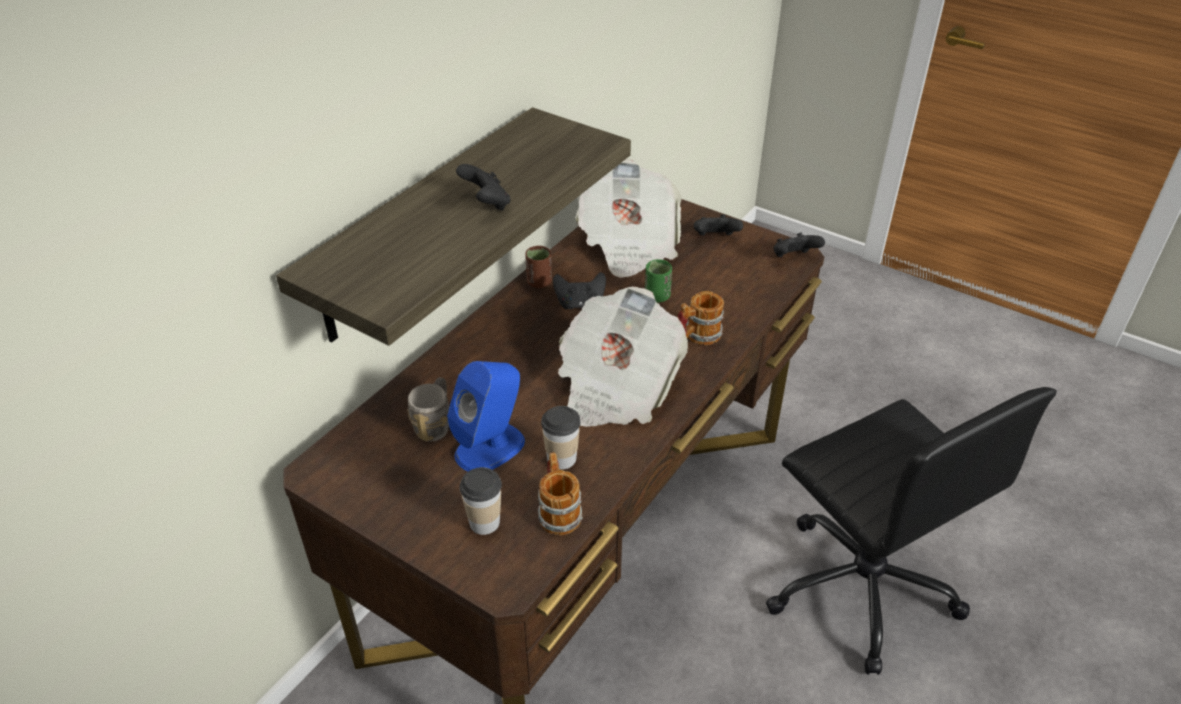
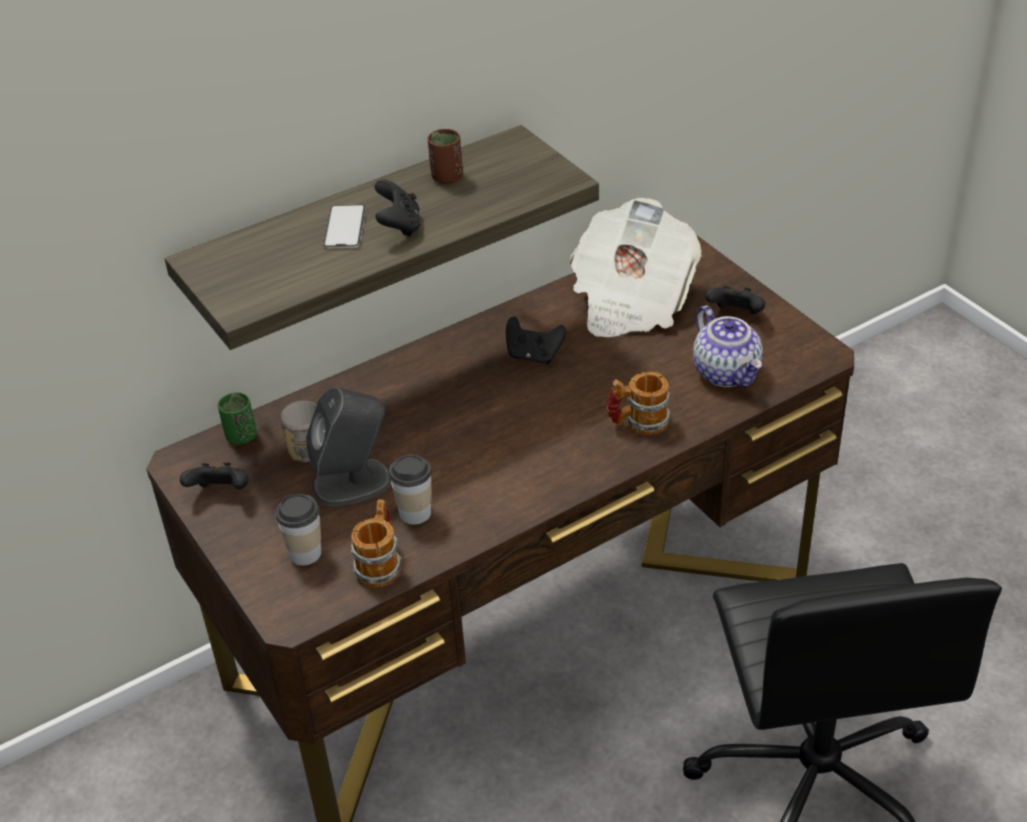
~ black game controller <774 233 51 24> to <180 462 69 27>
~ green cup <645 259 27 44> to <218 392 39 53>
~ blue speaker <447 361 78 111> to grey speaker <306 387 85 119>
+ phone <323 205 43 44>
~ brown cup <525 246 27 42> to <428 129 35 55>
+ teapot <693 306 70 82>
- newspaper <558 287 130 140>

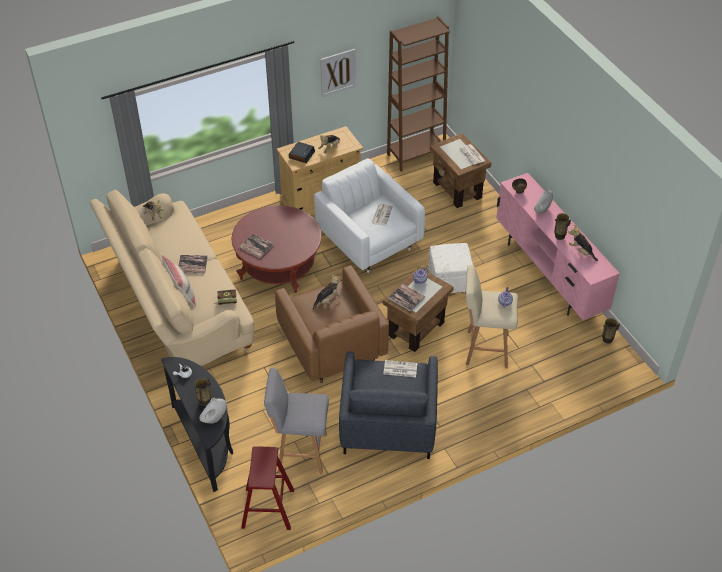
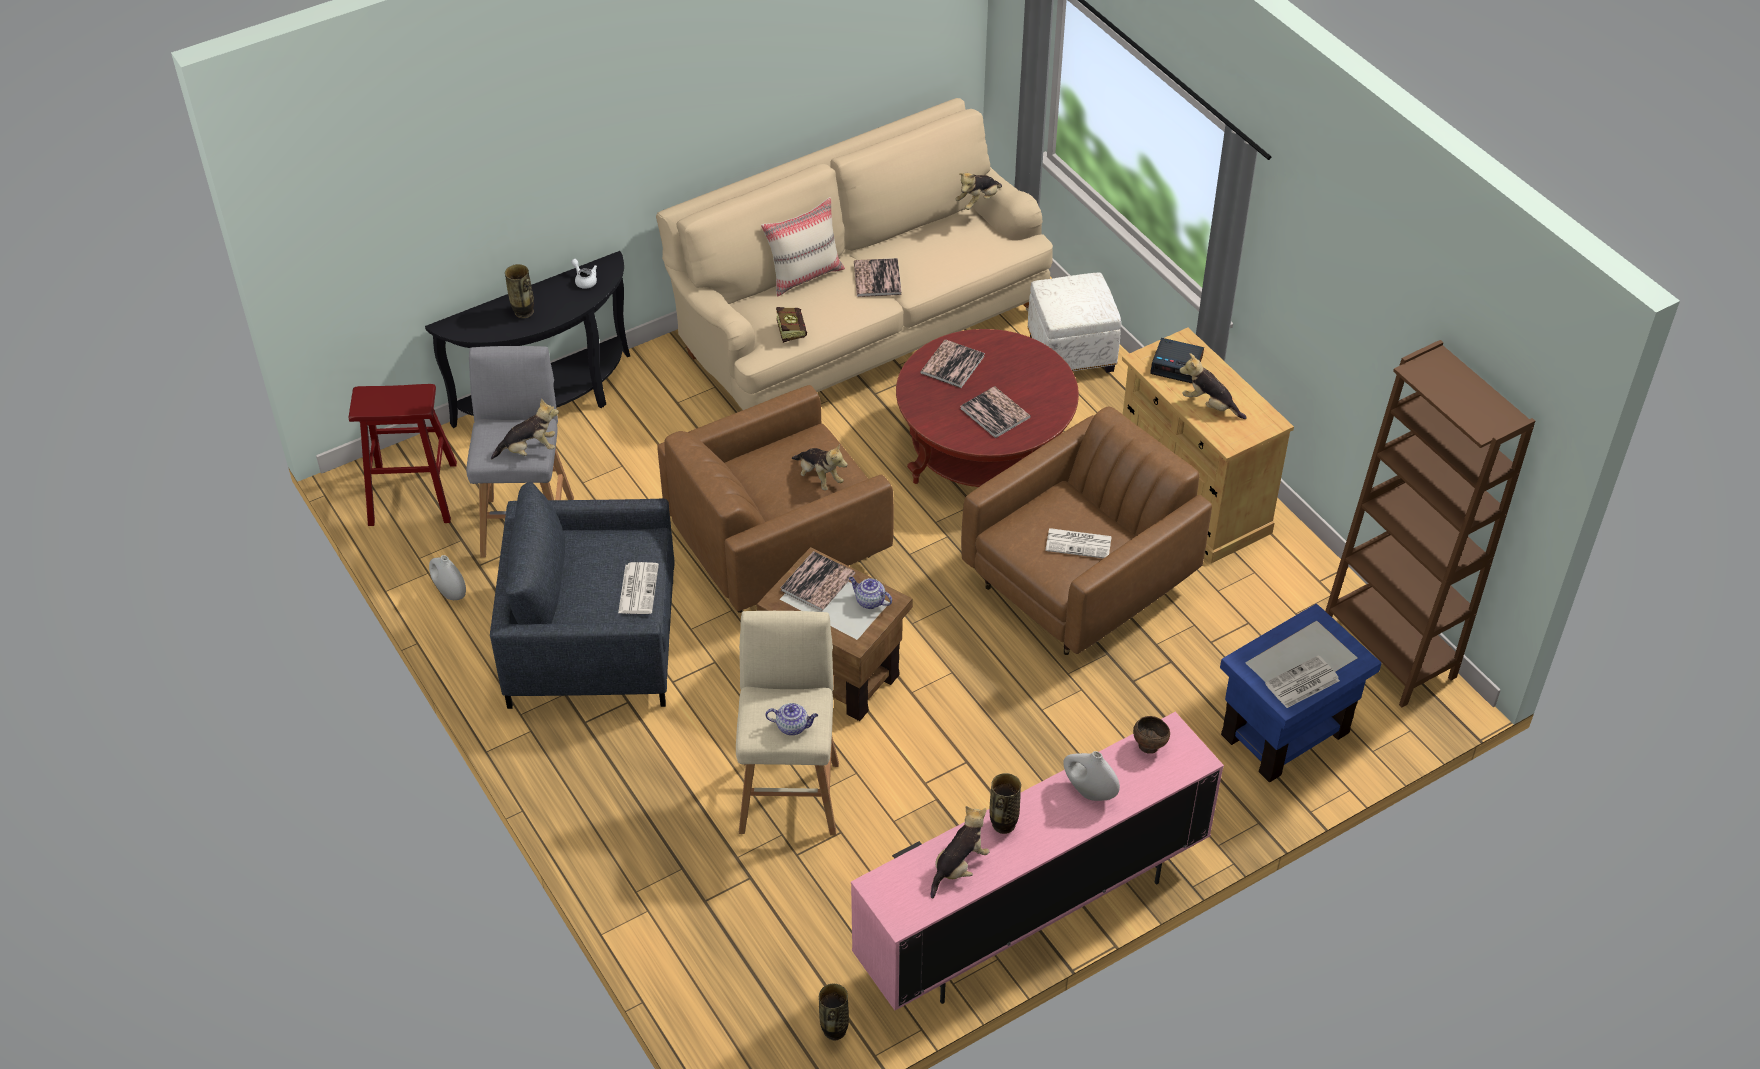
~ white vase <199 398 28 25> to <429 555 37 45>
+ plush toy <491 399 68 60>
+ book <960 386 71 52>
~ white armchair <314 159 111 114> to brown armchair <961 407 251 248>
~ white ottoman <428 243 45 51> to <1027 273 94 100>
~ brown side table <430 133 61 75> to blue side table <1220 604 161 178>
- picture <320 49 36 48>

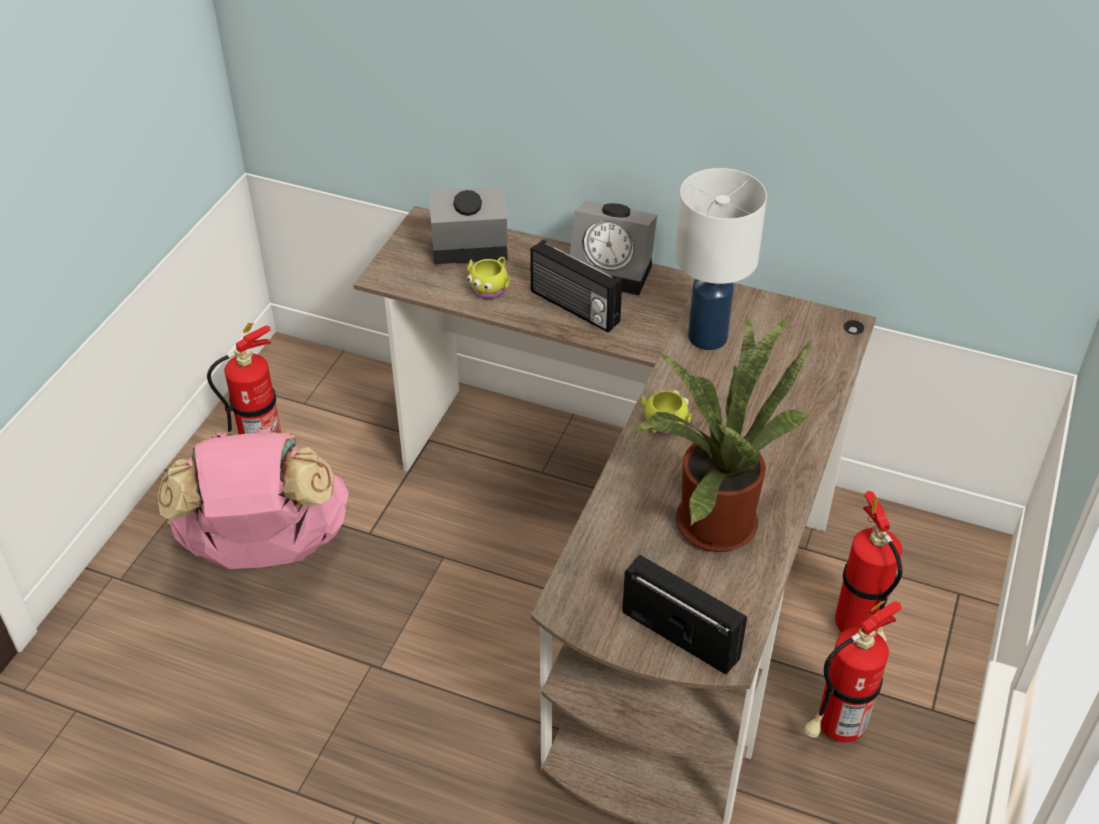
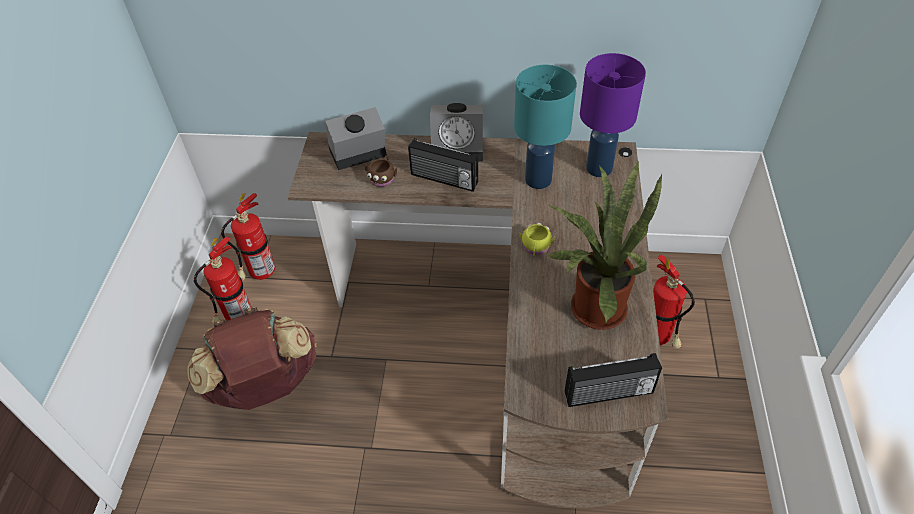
~ pink backpack <158 427 191 142> to brown backpack <187 307 130 103>
~ fire extinguisher <804 601 98 141> to <221 193 54 87>
~ yellow mug <467 257 43 42> to brown mug <365 155 32 32>
~ white table lamp <675 168 92 182> to turquoise table lamp <514 65 63 124>
~ radio <622 554 125 121> = <565 353 97 54> 150 degrees clockwise
+ purple table lamp <580 53 66 124>

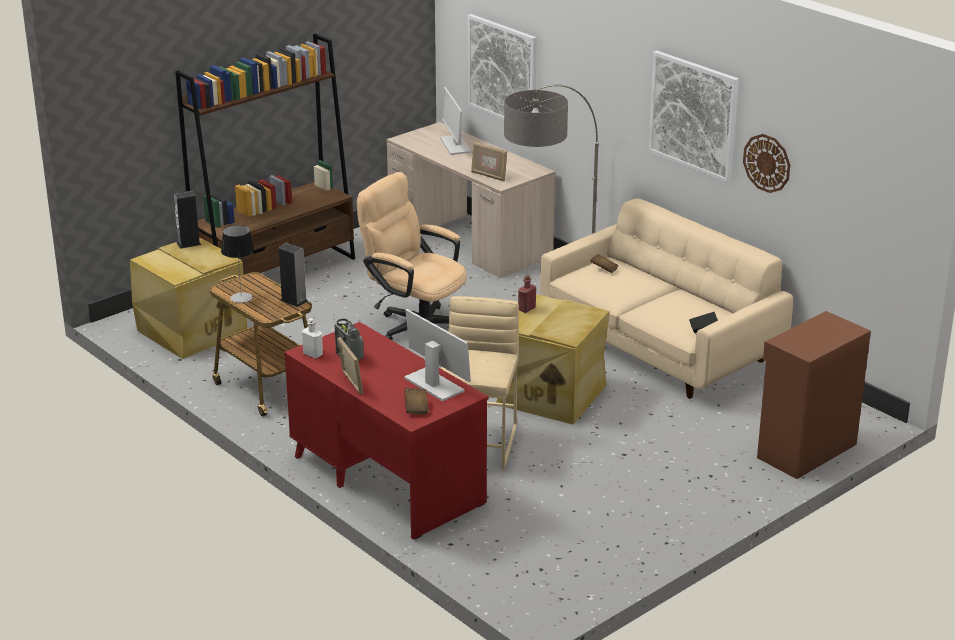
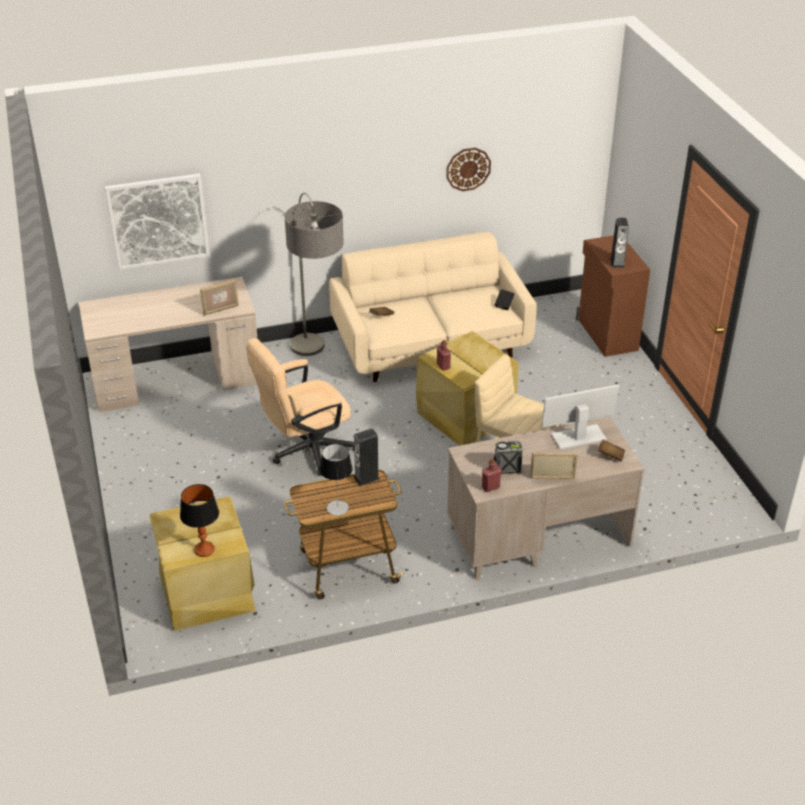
+ table lamp <180 484 39 73>
~ red desk <284 322 205 217> to beige desk <447 417 198 163>
~ white bottle <302 318 21 41> to red bottle <482 459 20 33>
~ speaker <174 191 27 58> to <610 218 19 50>
- brown bookcase <175 34 180 241>
- monitor <440 87 32 68>
- picture <648 51 91 132>

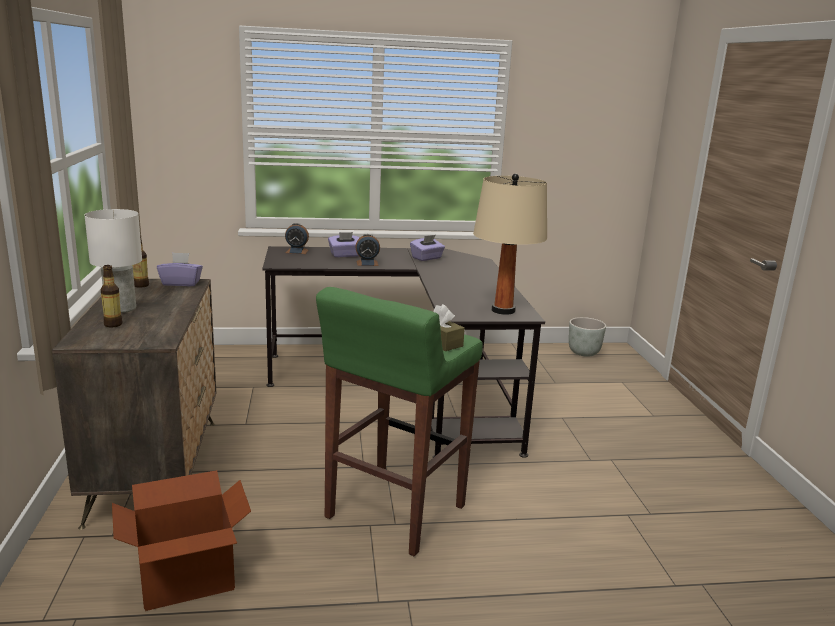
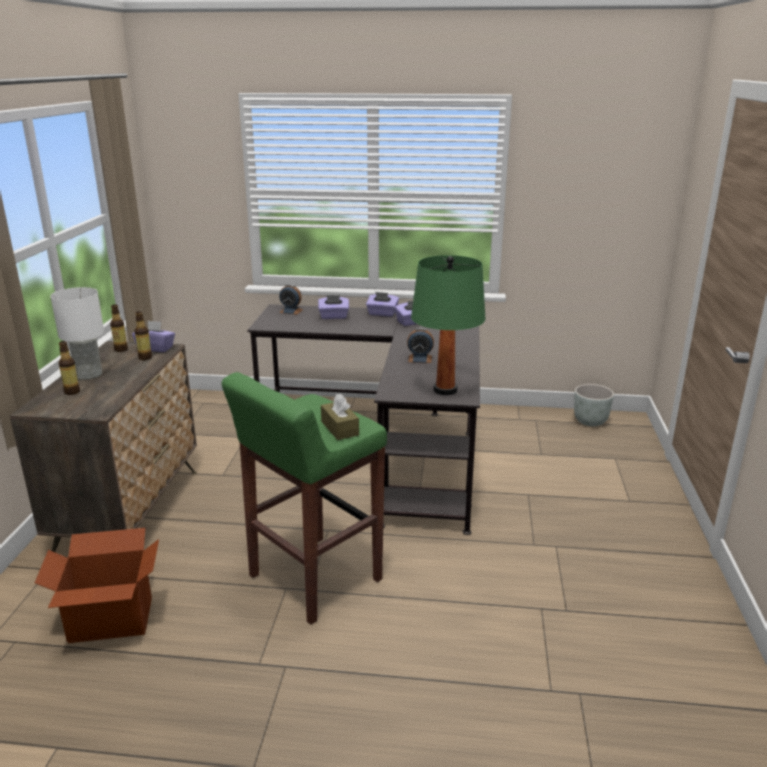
+ bottle <135 311 17 49>
+ purple tissue box <366 292 33 25>
~ alarm clock <355 234 25 32> to <407 328 27 35>
~ beige table lamp <473 174 74 141> to green table lamp <411 255 75 140>

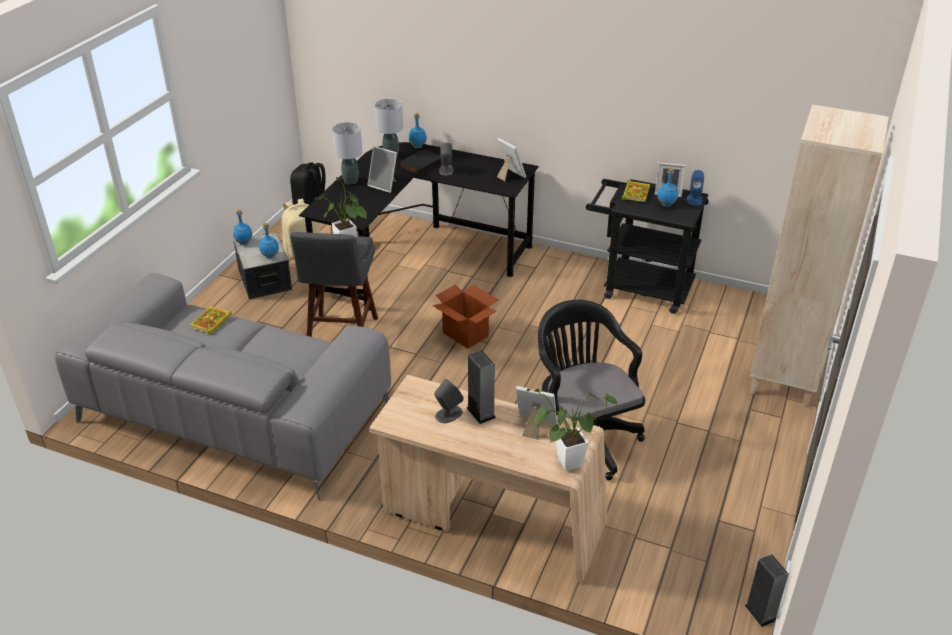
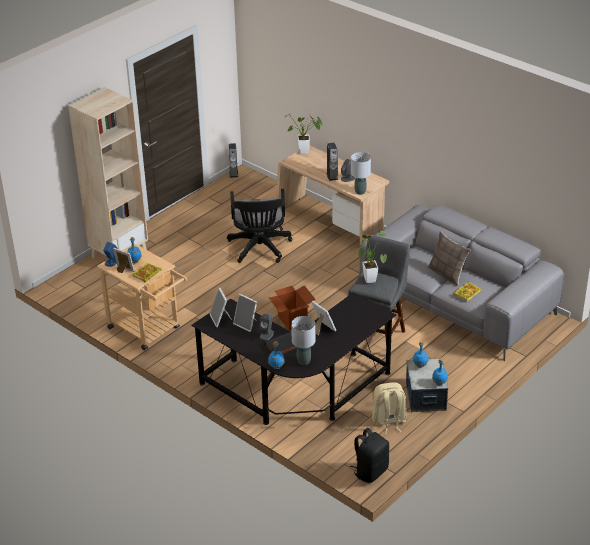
~ black cart <586 179 123 135> to beige cart <97 243 90 107>
~ picture frame <516 386 41 54> to <233 294 24 38>
~ grey table lamp <332 122 30 62> to <351 152 20 43>
+ pillow <428 231 43 55>

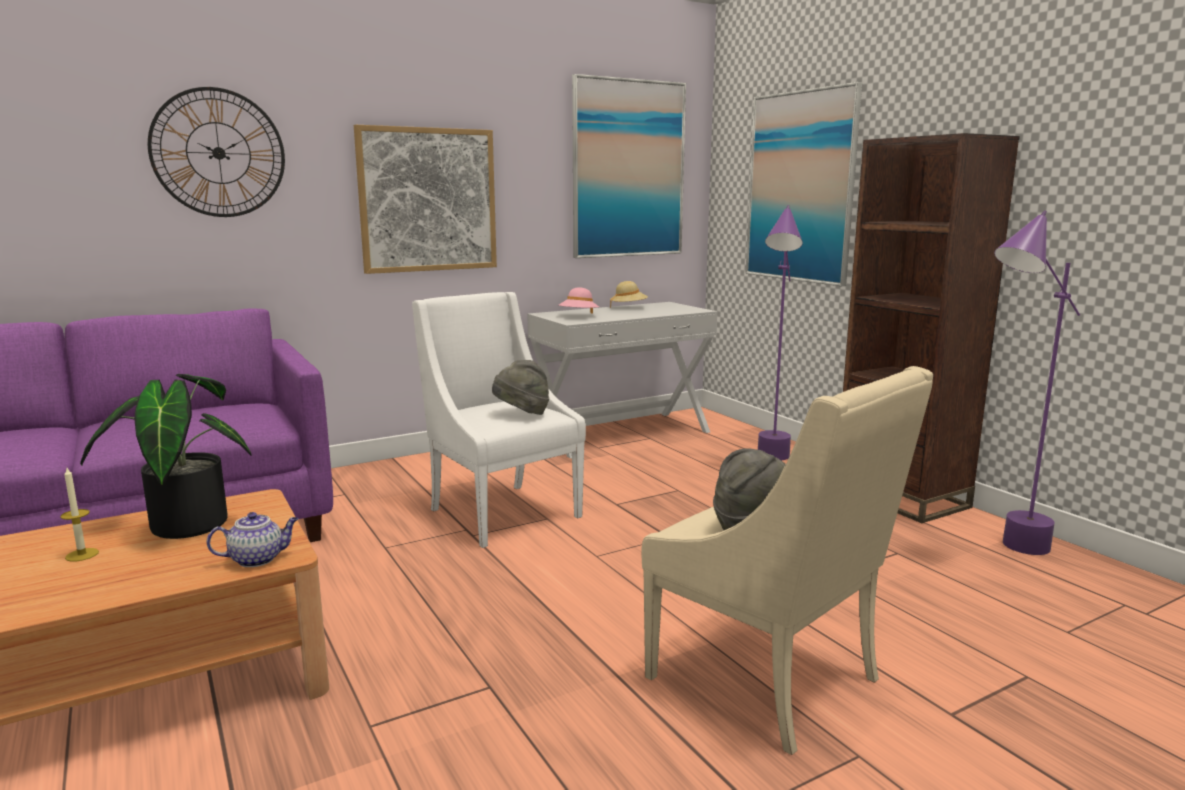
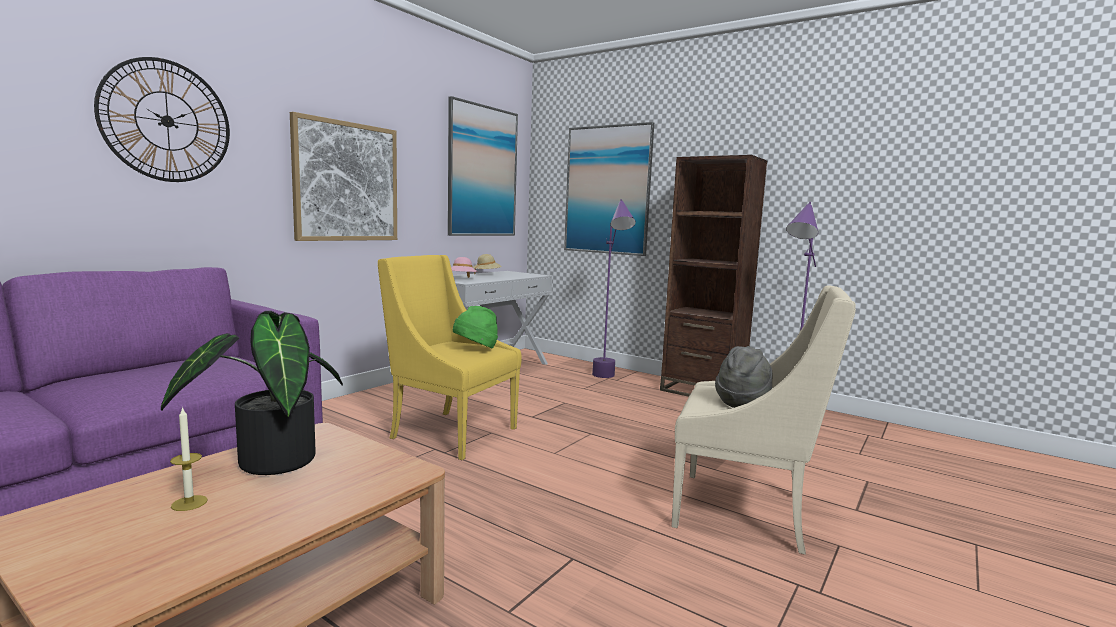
~ white armchair <412 292 174 256> to yellow armchair <378 255 144 205>
~ grey hat <492 360 57 55> to green hat <453 306 45 42>
- teapot <207 512 91 55>

